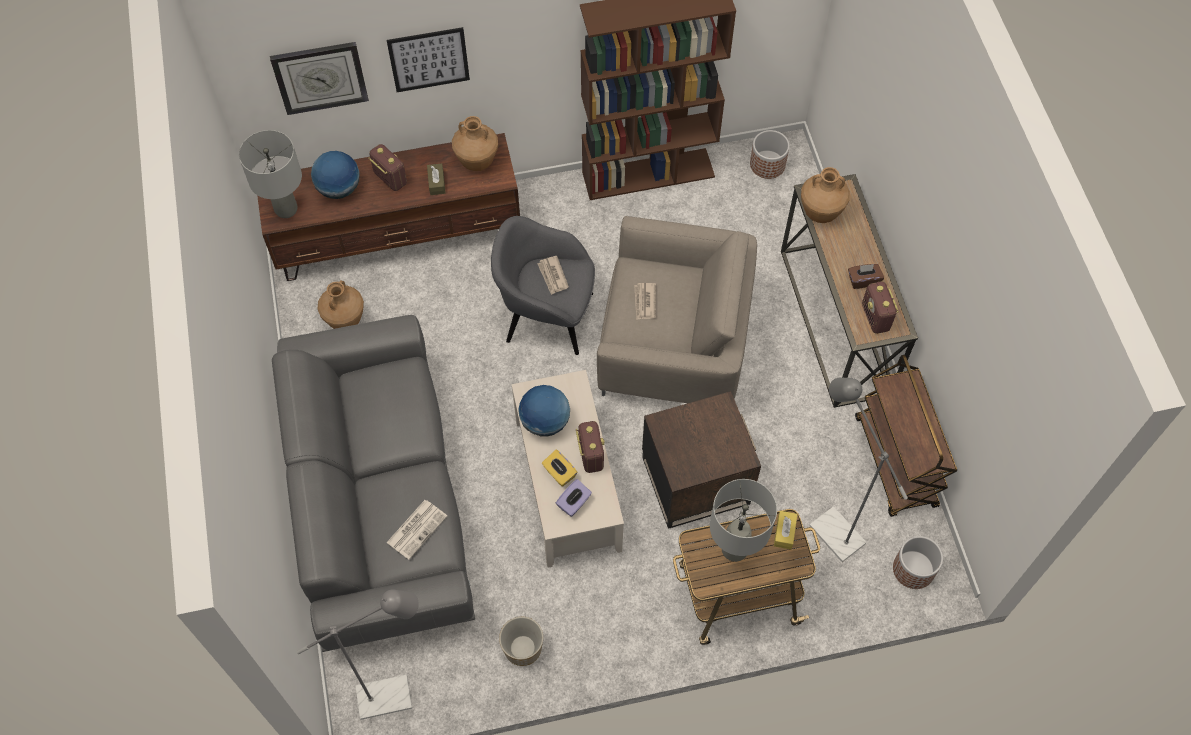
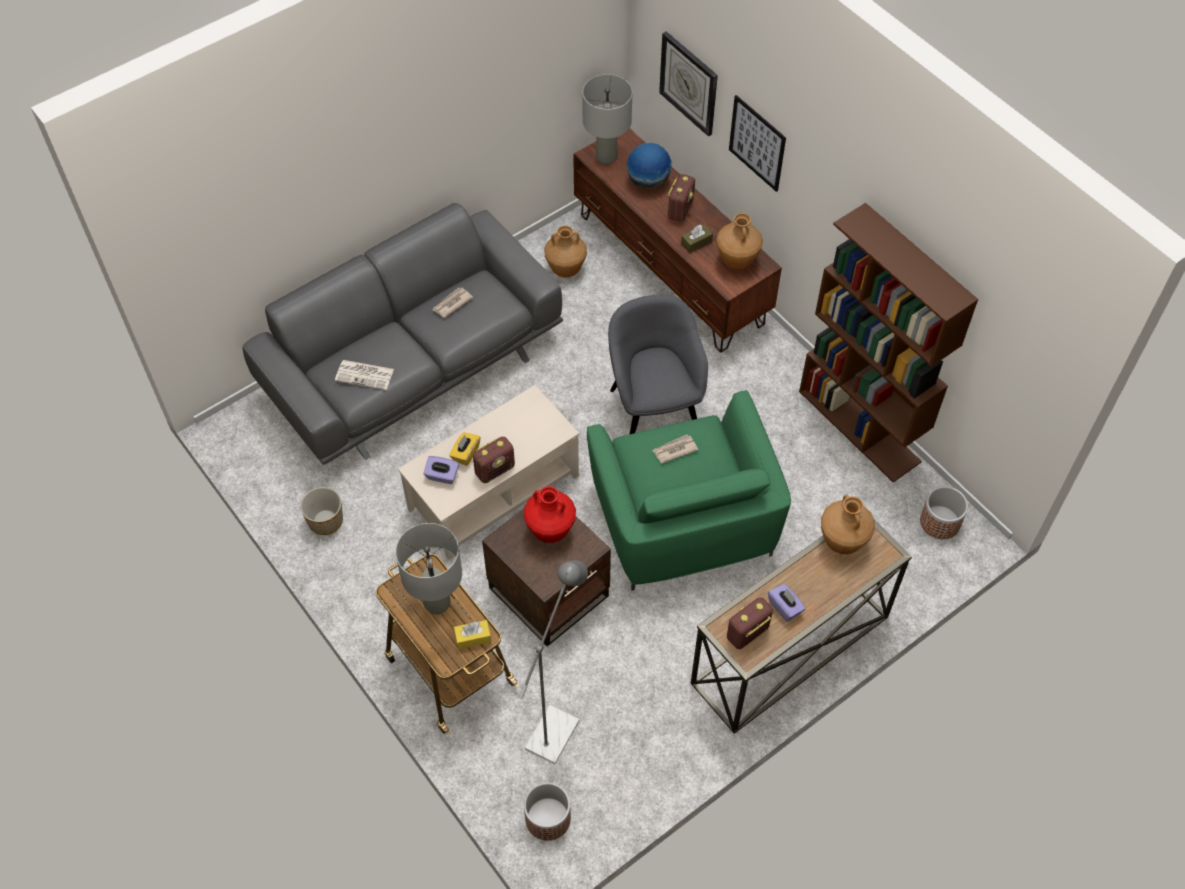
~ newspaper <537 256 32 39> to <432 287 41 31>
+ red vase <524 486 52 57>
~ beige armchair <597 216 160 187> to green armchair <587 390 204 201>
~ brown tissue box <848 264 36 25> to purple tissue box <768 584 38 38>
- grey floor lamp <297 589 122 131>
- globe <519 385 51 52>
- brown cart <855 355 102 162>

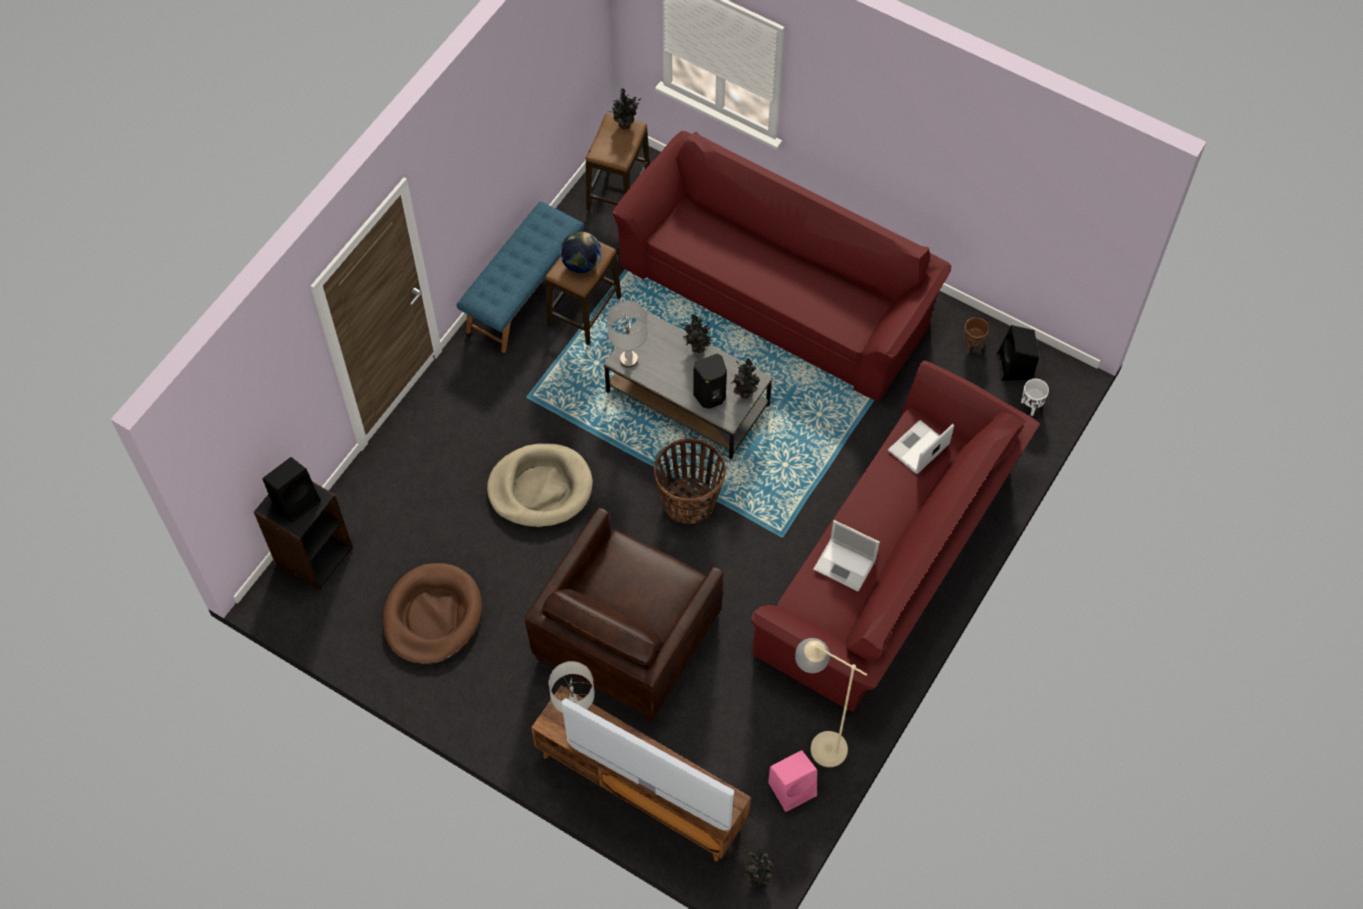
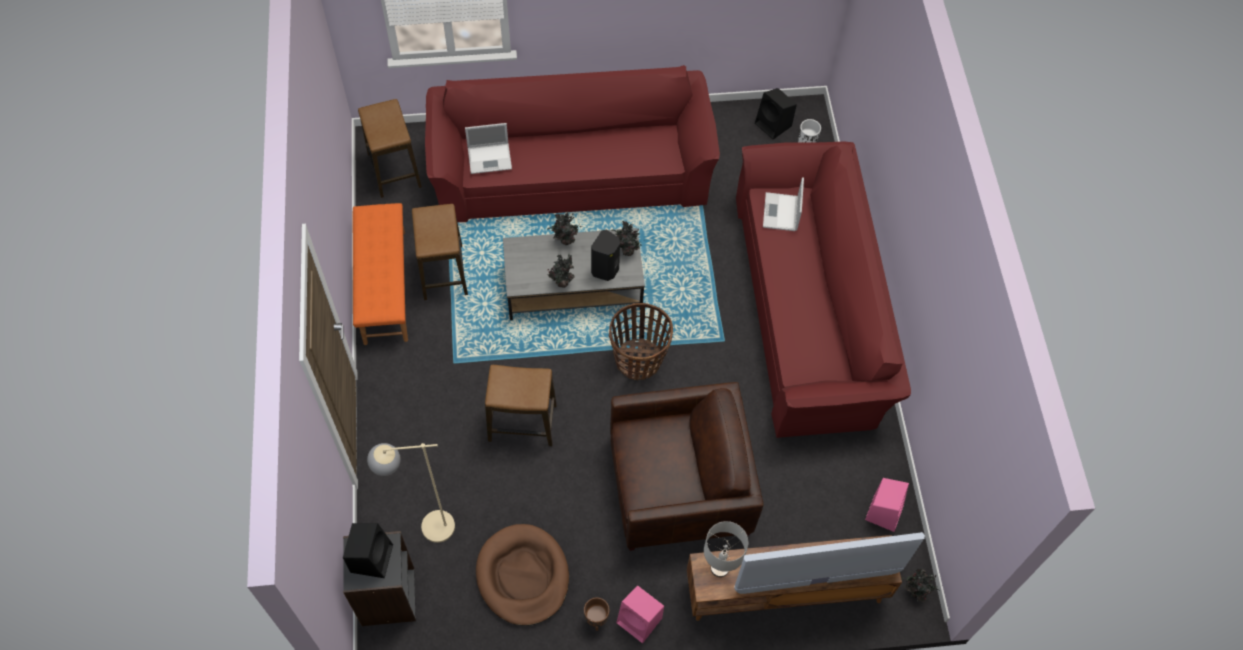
~ blue bench <457 201 127 152> to orange bench <353 203 55 142>
~ beige floor lamp <795 638 72 129> to <367 443 88 100>
~ laptop <813 520 67 72> to <465 123 47 51>
~ beige dog bed <487 444 106 84> to stool <485 365 72 81>
~ potted plant <608 88 34 41> to <547 255 28 33>
~ brown planter <963 317 26 36> to <584 597 25 34>
~ brown armchair <524 508 200 213> = <610 382 154 169> 90 degrees counterclockwise
+ pink speaker <616 586 48 57>
- globe <560 232 42 41>
- grey table lamp <607 301 41 67>

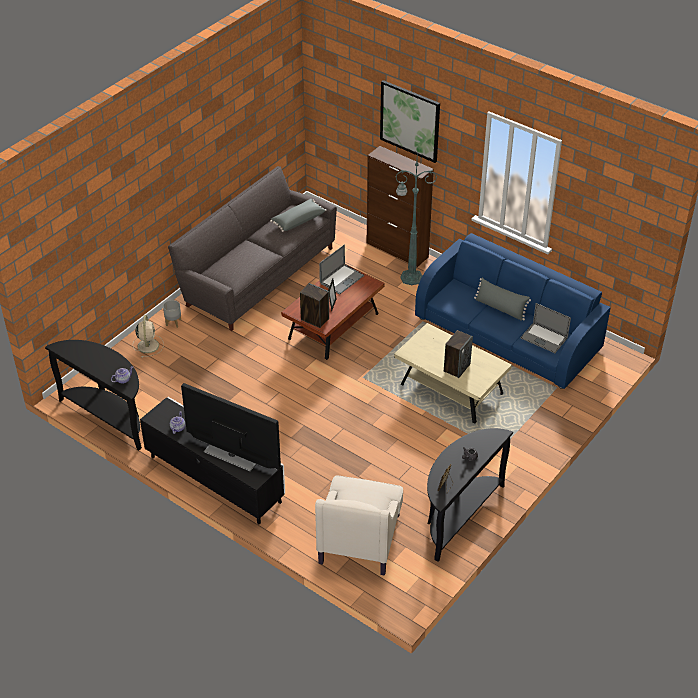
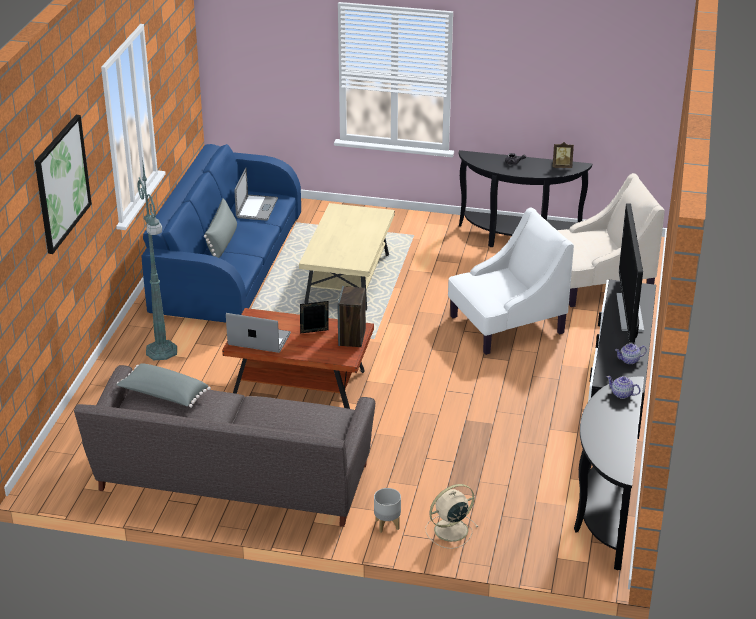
+ white armchair <448 208 126 147>
- brown cabinet <367 146 67 121>
- speaker <444 330 29 48>

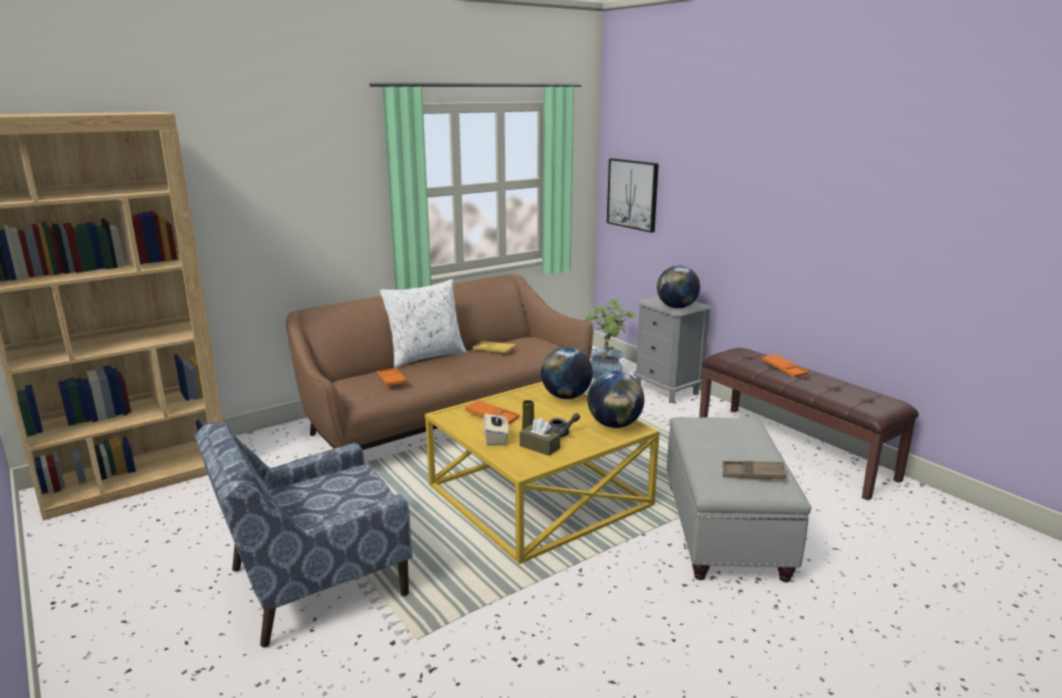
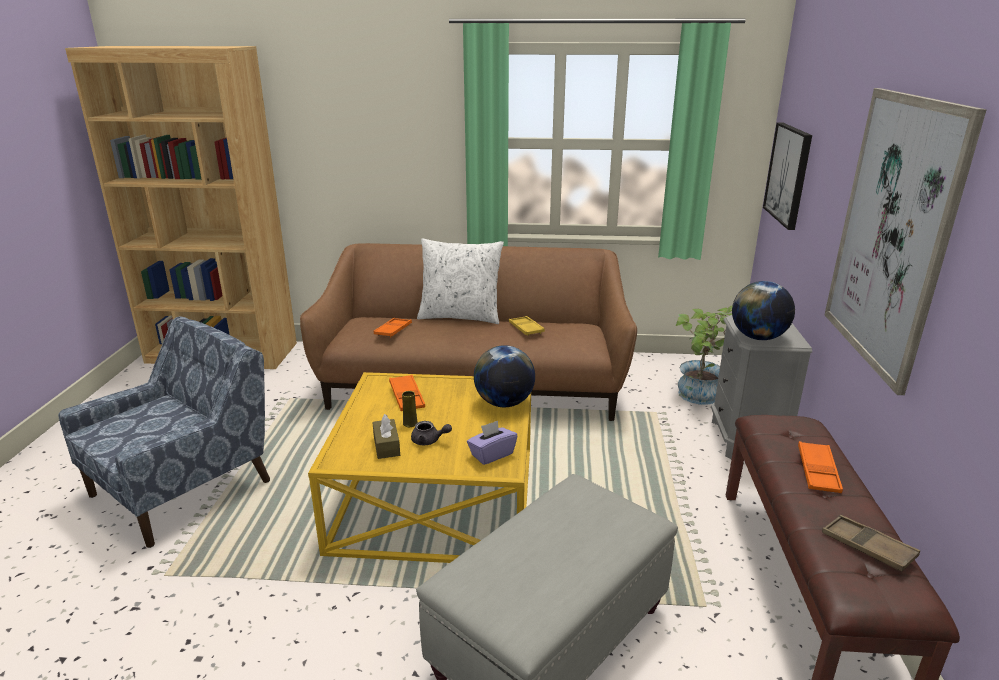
~ blue armchair <195 422 218 225> = <58 317 212 231> 120 degrees clockwise
~ globe <587 371 57 57> to purple tissue box <467 420 51 45>
~ brown tray <723 461 63 19> to <822 515 98 56>
+ picture <824 88 163 307>
- beige tissue box <484 411 25 35>

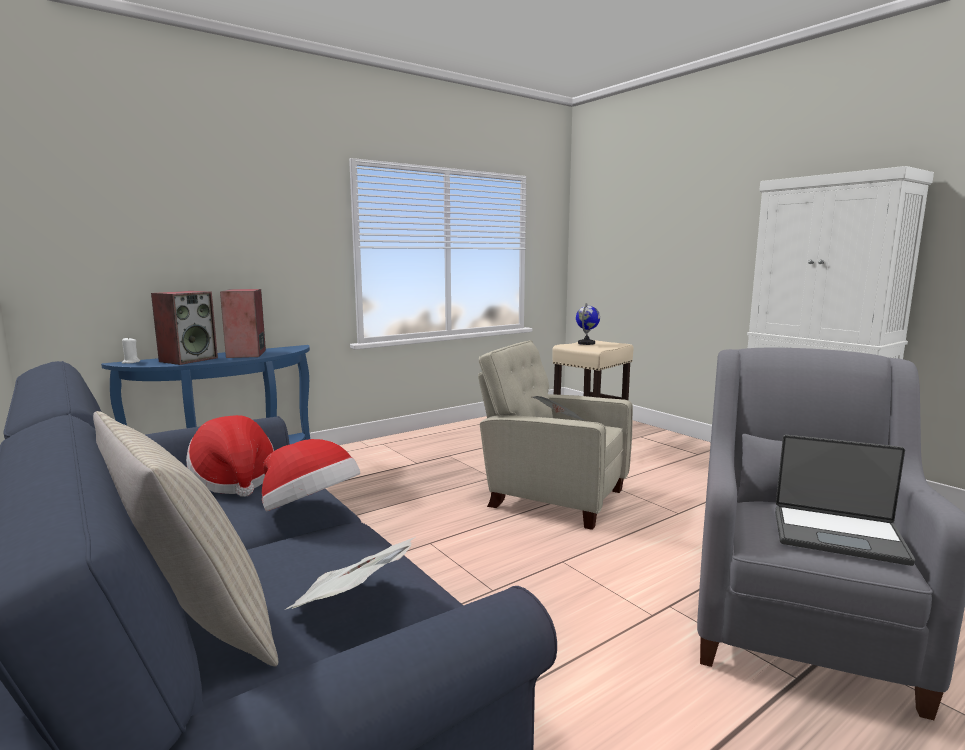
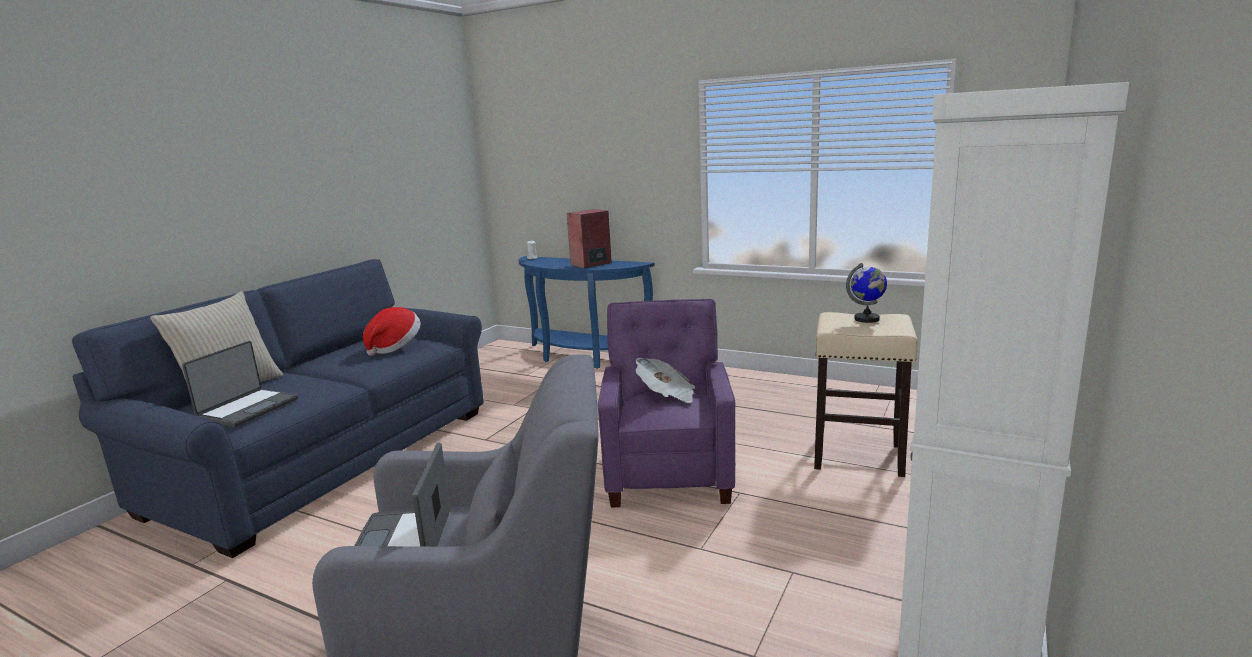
~ newspaper <285 537 130 73> to laptop <182 341 116 86>
~ beige armchair <478 340 155 190> to purple armchair <598 299 137 208>
- speaker <151 291 67 74>
- hat <262 439 98 72>

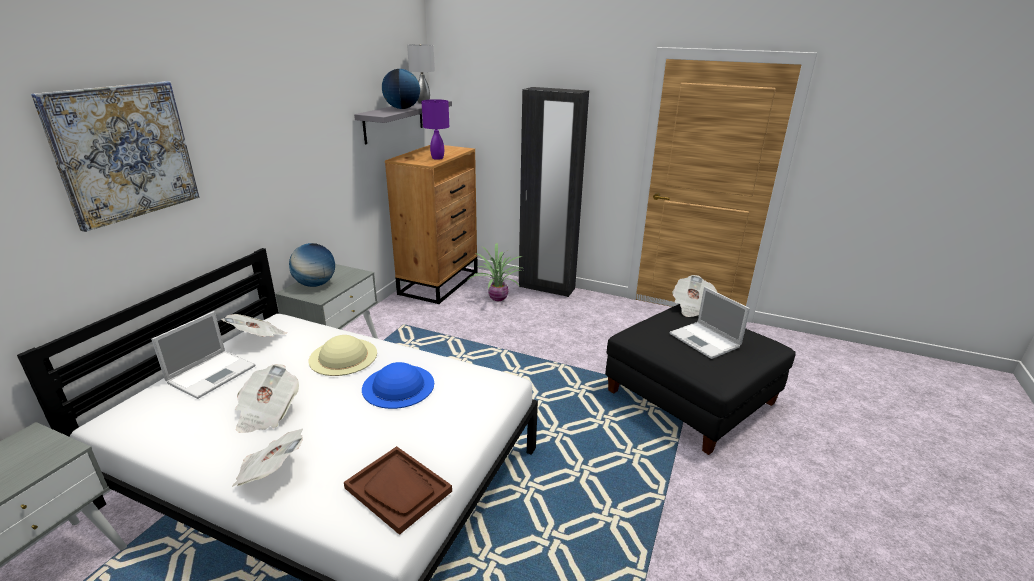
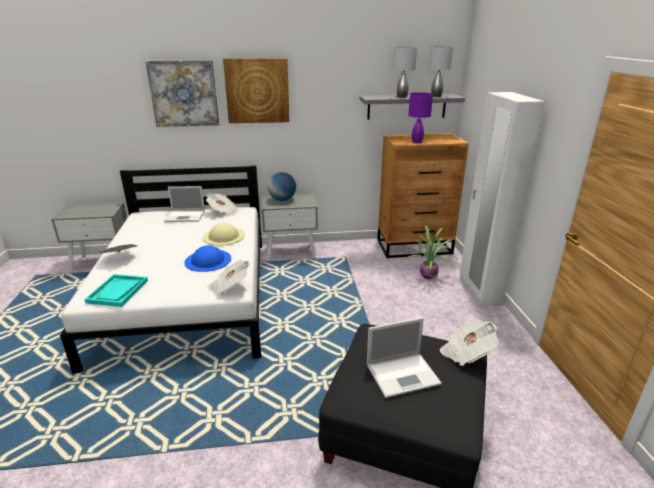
~ brown tray <344 446 108 89> to turquoise tray <84 274 64 33>
~ newspaper <235 364 64 69> to <207 260 43 36>
+ picture <223 58 66 65>
~ laptop <669 287 81 72> = <367 317 75 81> 135 degrees counterclockwise
~ globe <382 69 38 40> to grey table lamp <393 46 24 52>
~ black wardrobe <519 87 70 210> to white wardrobe <460 92 85 214>

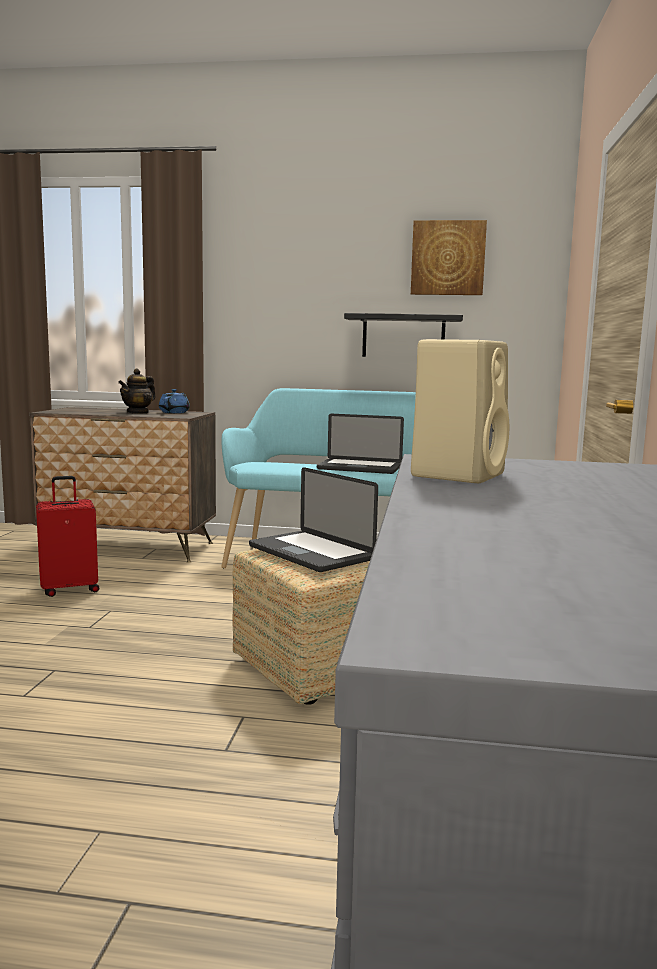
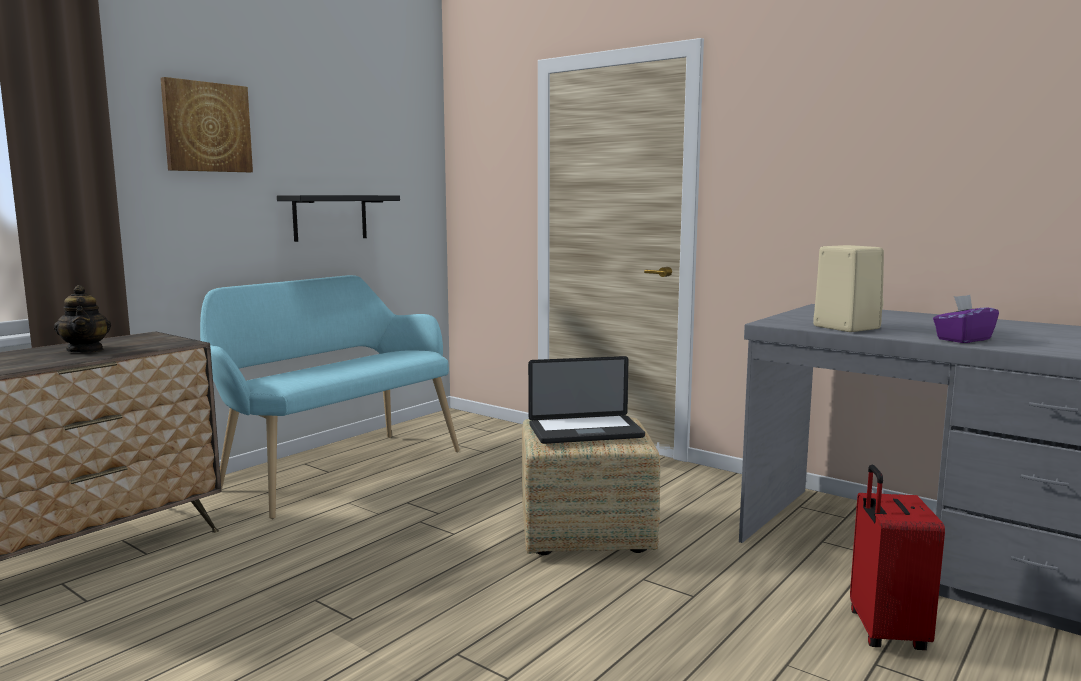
~ picture <411 220 76 75> to <160 77 93 95>
~ red suitcase <36 476 63 121> to <850 465 95 185>
+ purple tissue box <933 295 66 48>
- blue teapot <159 389 31 24>
- laptop <317 414 87 60>

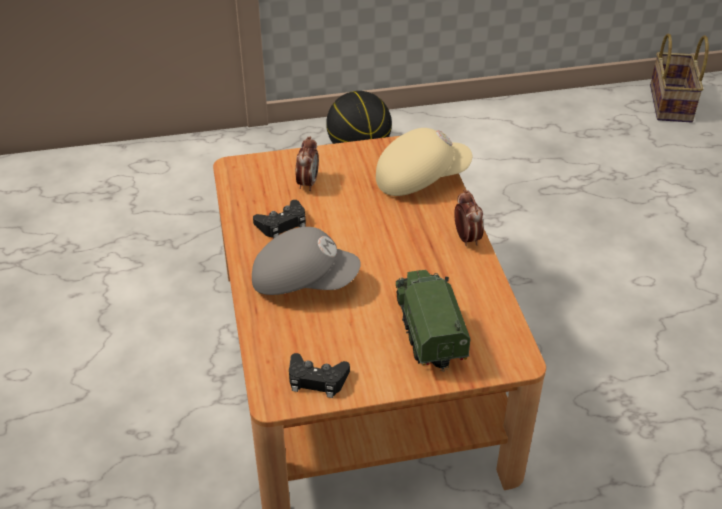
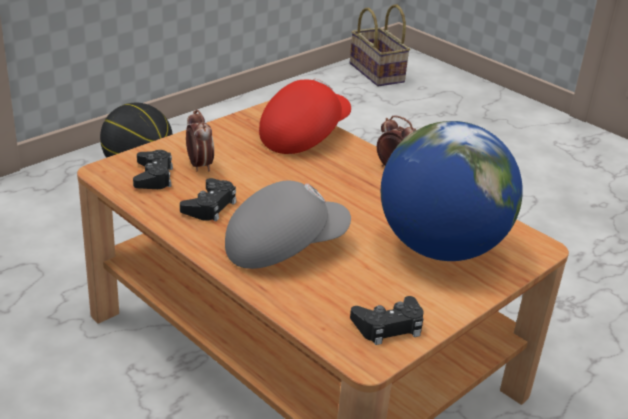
+ black game controller <133 150 40 39>
~ beige cap <376 128 96 68> to red cap <259 79 92 75>
~ toy truck <396 270 75 102> to globe <381 121 142 140>

